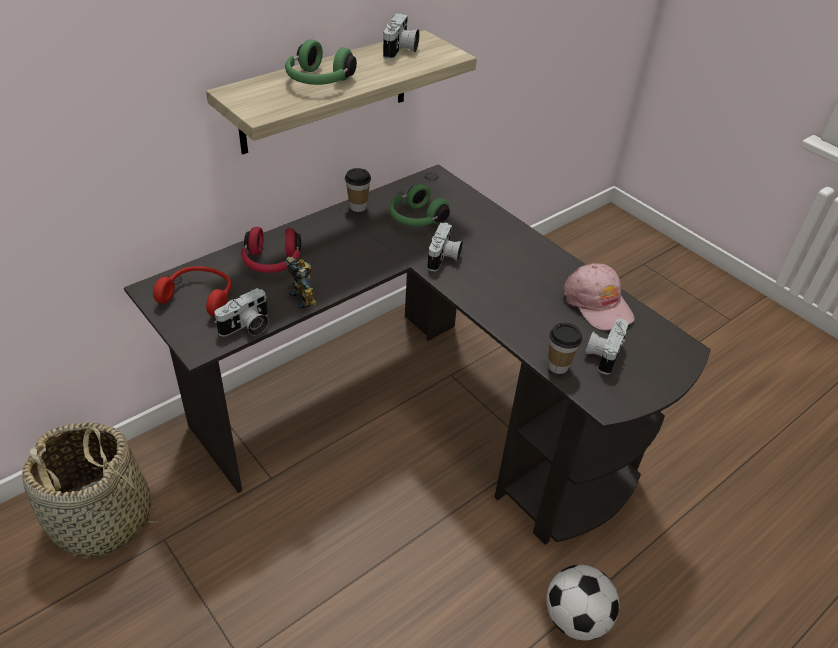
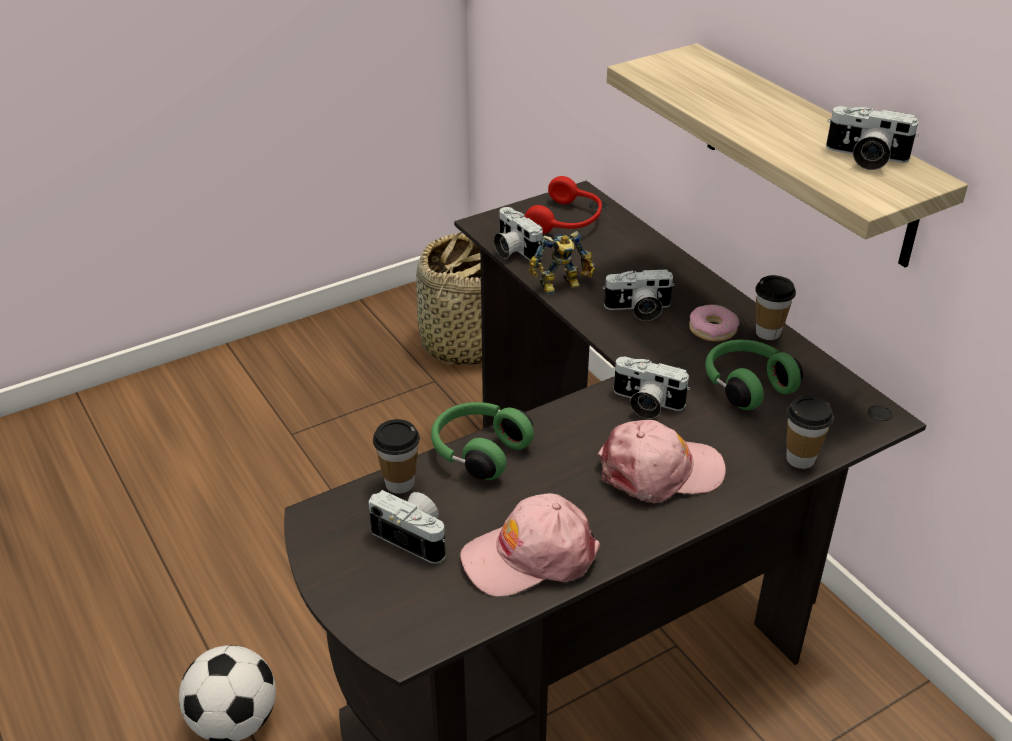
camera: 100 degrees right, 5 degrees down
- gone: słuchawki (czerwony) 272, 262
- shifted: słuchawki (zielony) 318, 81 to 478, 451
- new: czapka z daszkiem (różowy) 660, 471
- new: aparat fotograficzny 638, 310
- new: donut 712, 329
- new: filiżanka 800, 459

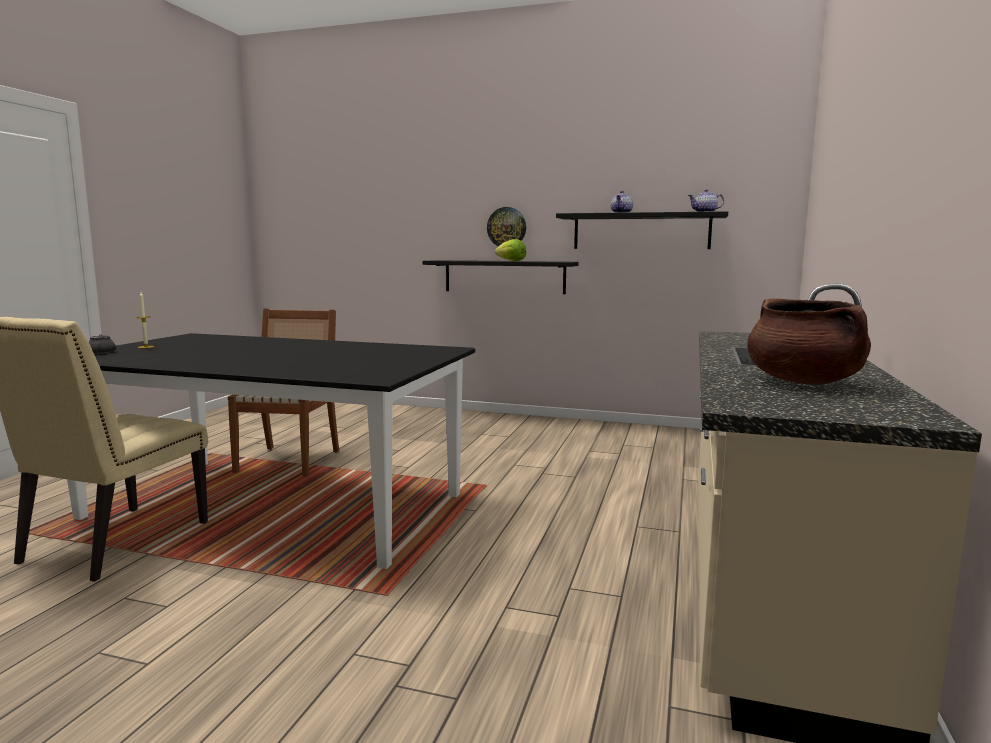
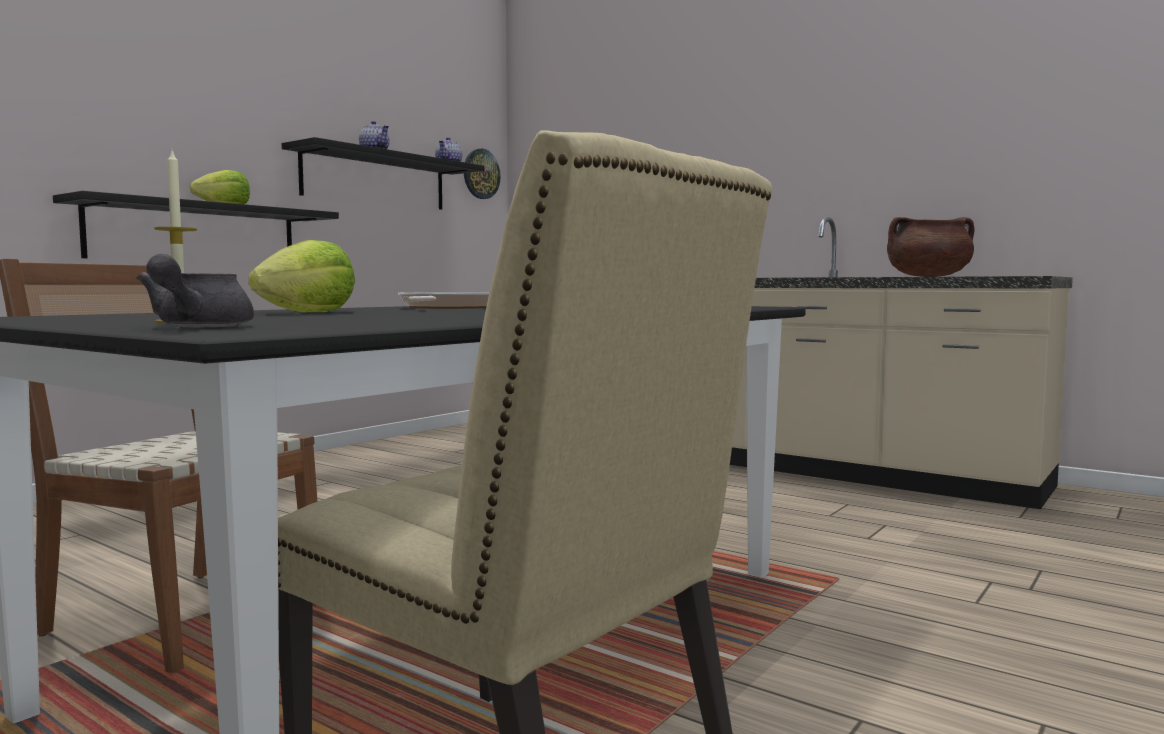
camera: 70 degrees left, 5 degrees down
- shifted: zegar ścienny 506, 227 to 481, 174
- new: sałata 308, 312
- new: patelnia 448, 307

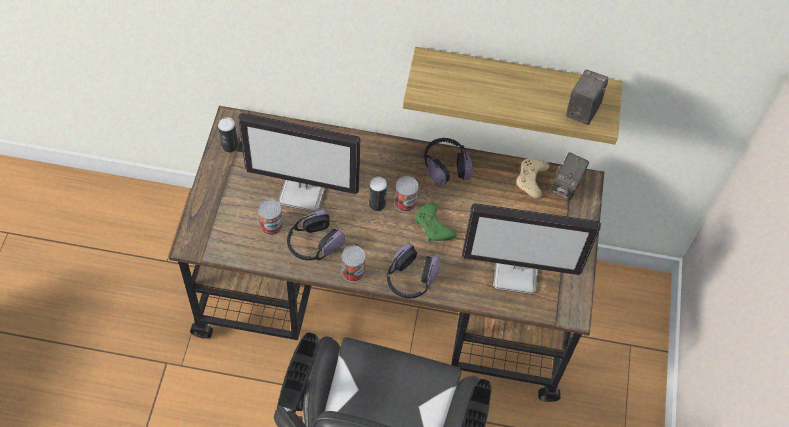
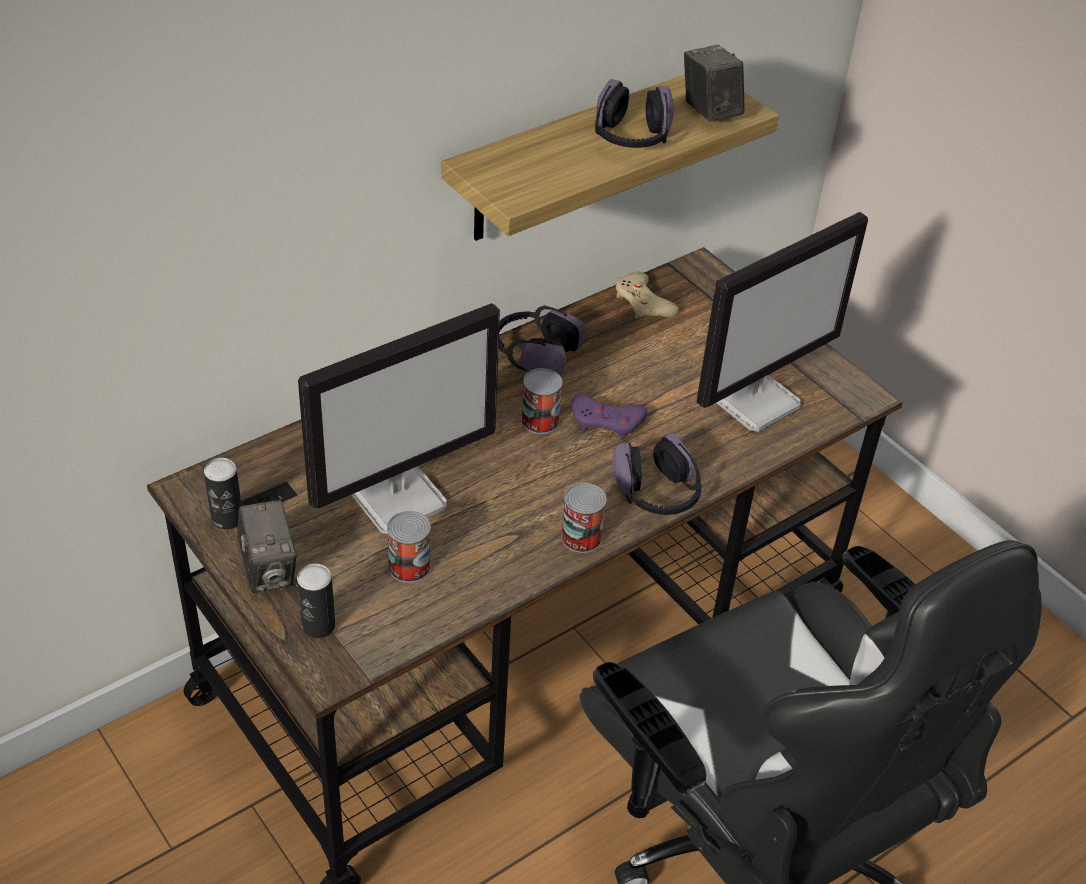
camera: 45 degrees left, 15 degrees down
- shifted: słuchawki 313, 243 to 630, 138
- shifted: puszka 377, 204 to 318, 626
- repainted: pad do gier (zielony) 434, 226 to pad do gier (fioletowy) 606, 421
- shifted: aparat fotograficzny 566, 186 to 269, 570

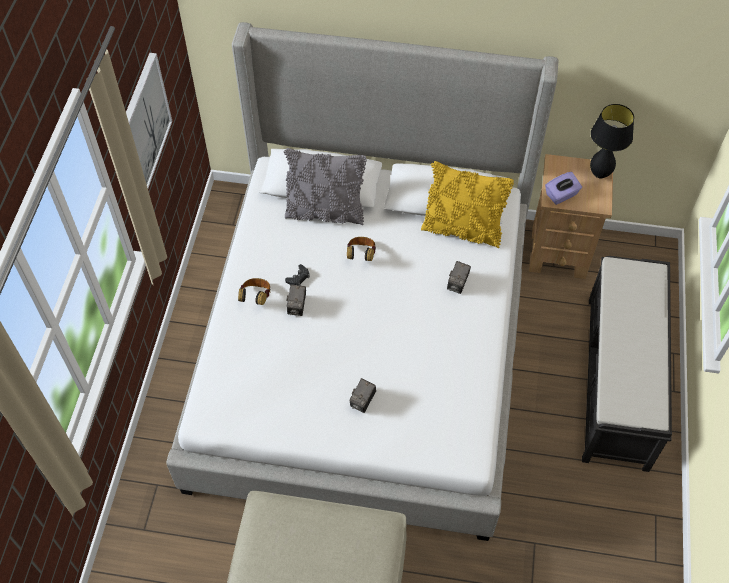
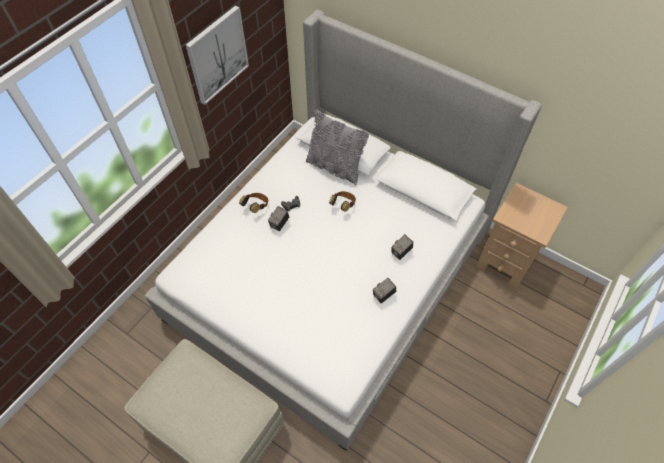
camera: 25 degrees right, 0 degrees up
- shifted: aparat fotograficzny 363, 402 to 383, 295
- gone: poduszka (żółty) 462, 230
- gone: pudełko chusteczek (fioletowy) 561, 195
- gone: ławka (czarny) 617, 382
- gone: lampa stołowa (czarny) 600, 174

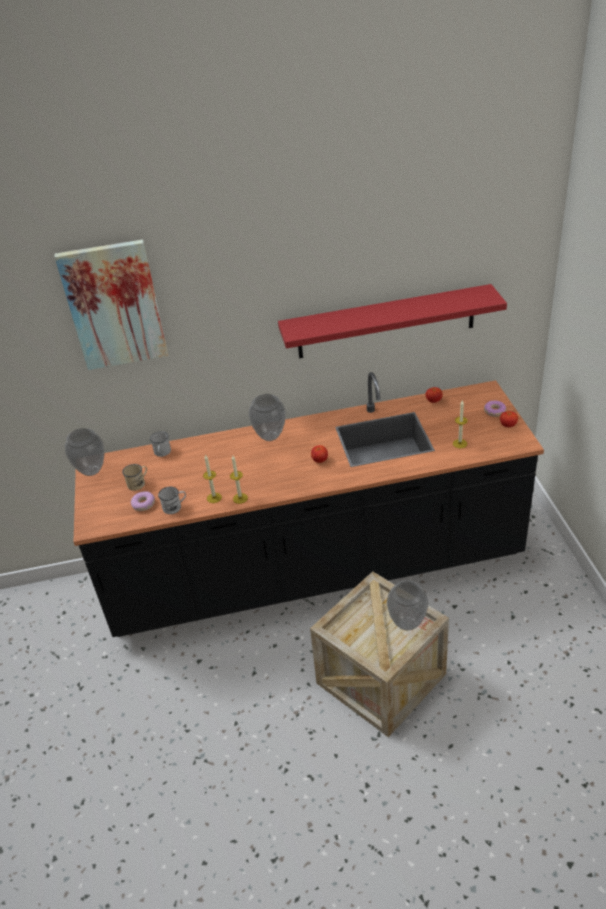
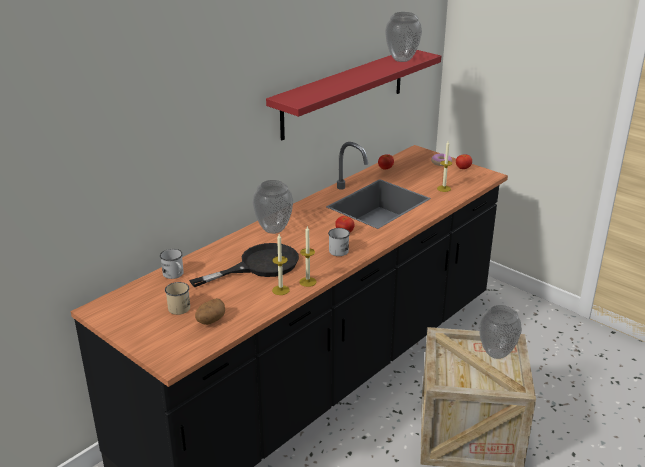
camera: 40 degrees left, 10 degrees down
- gone: obraz 114, 305
- shifted: wazon 92, 471 to 402, 59
- swapped: donut 143, 504 to ziemniak 210, 321
- shifted: kubek (biały) 175, 507 to 340, 250
- new: patelnia (czarny) 259, 266

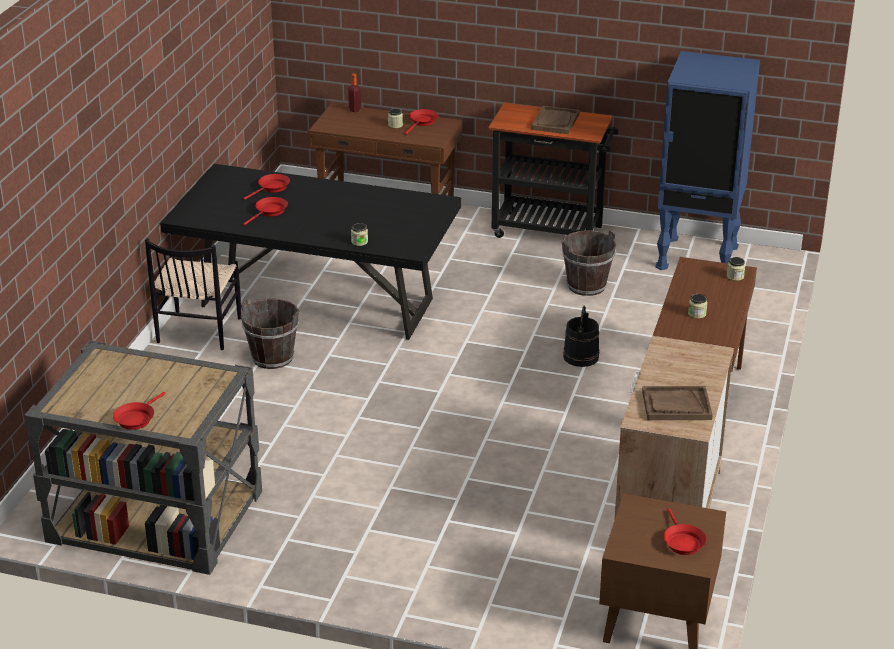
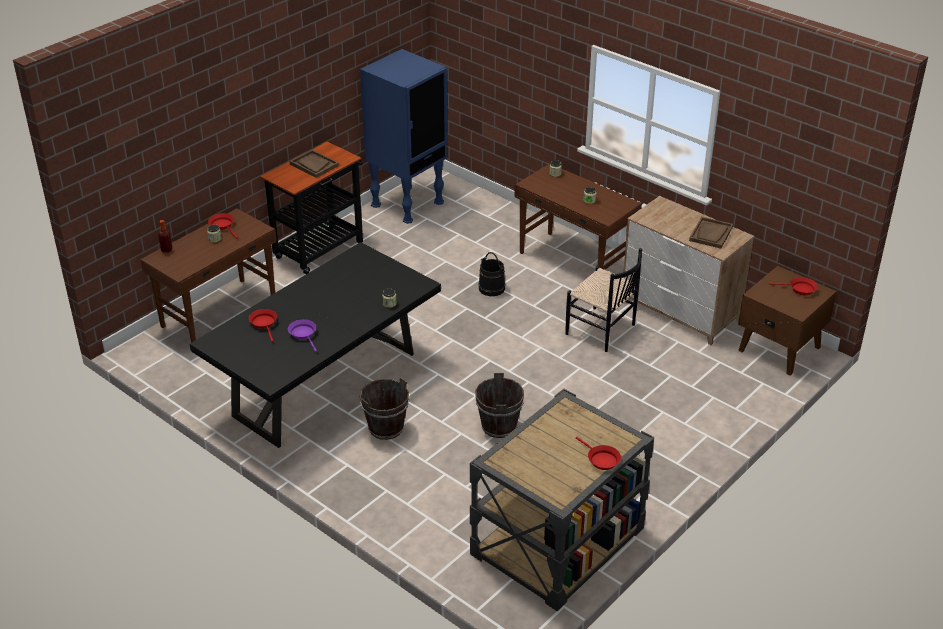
camera: 65 degrees left, 5 degrees up
- shifted: krzesło (czarny) 197, 333 to 602, 331
- repainted: patelnia (czerwony) 269, 212 to patelnia (fioletowy) 303, 334
- shifted: wiadro (brązowy) 586, 286 to 498, 426

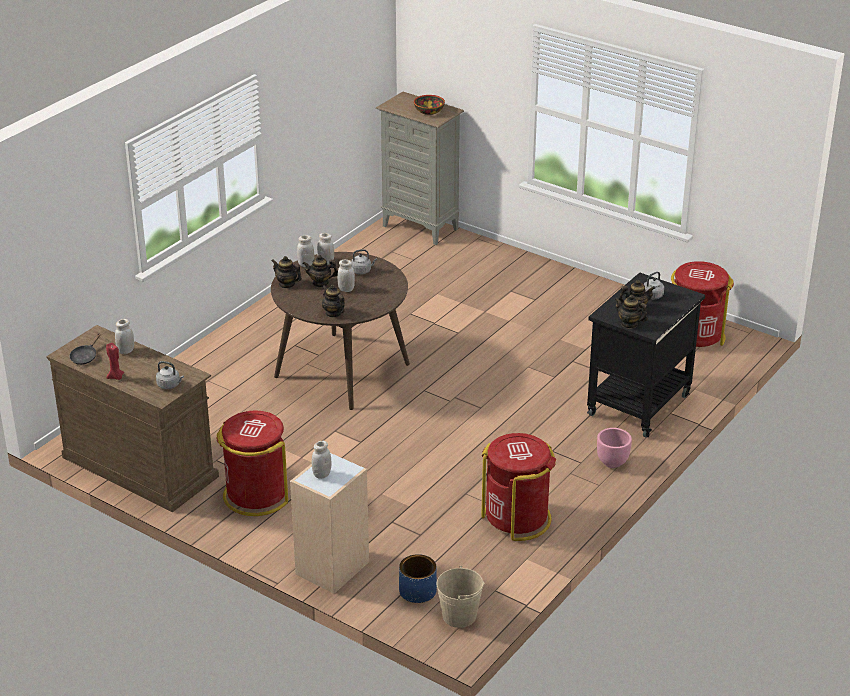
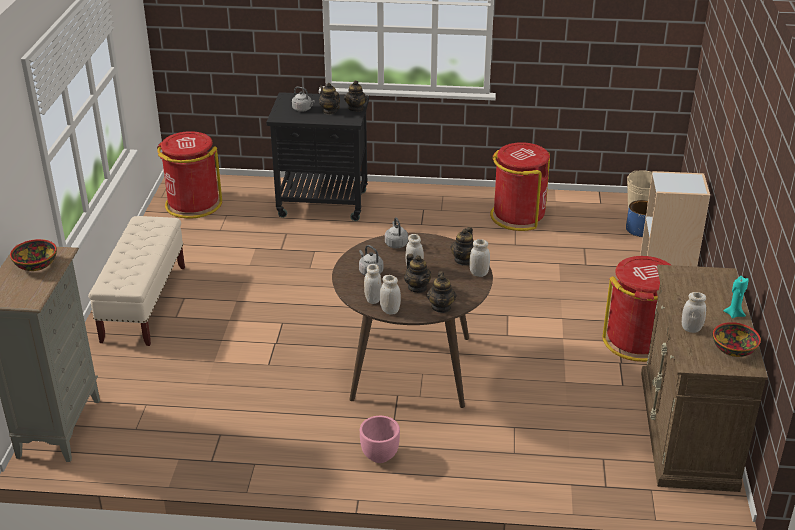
camera: 120 degrees left, 0 degrees up
- swapped: patelnia (czarny) 85, 357 to miska 734, 350
- repainted: świeca (czerwony) 116, 377 to świeca (turkusowy) 734, 314
- shifted: czajnik (szary) 170, 385 to 396, 243
- shifted: słoik (biały) 321, 474 to 479, 273
- shifted: donica (różowy) 612, 462 to 379, 456
- new: ławka (beżowy) 144, 304

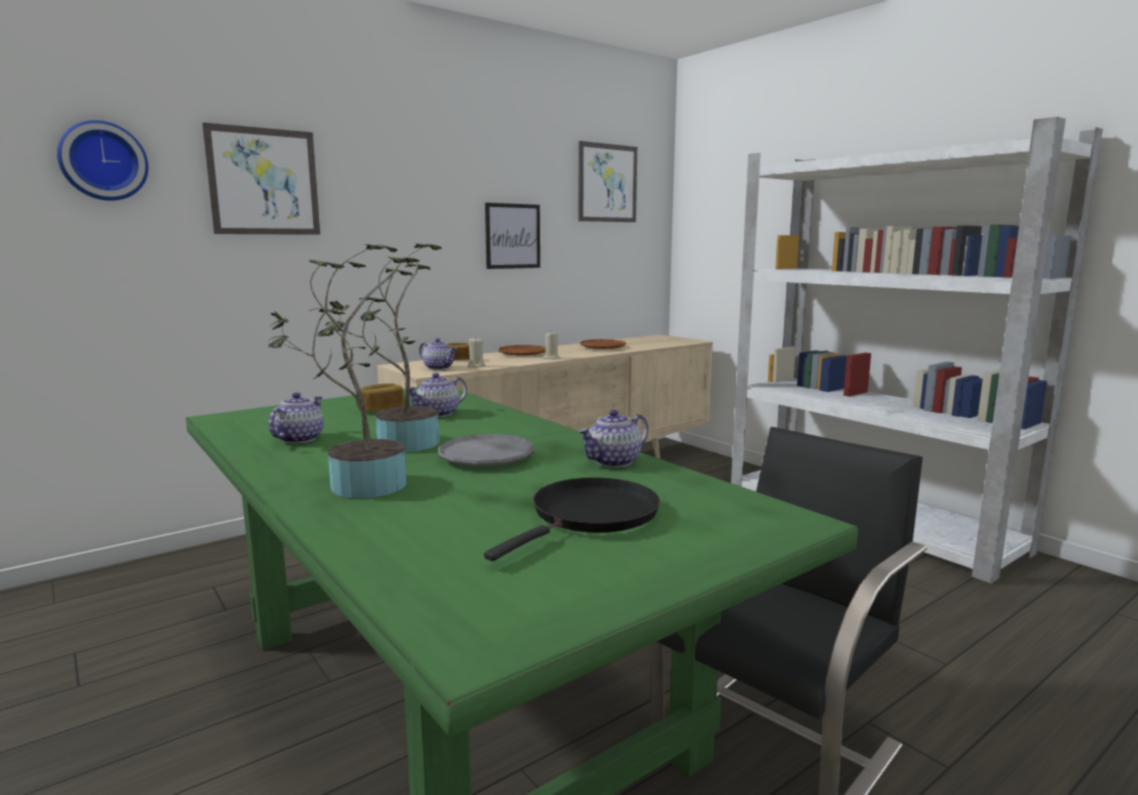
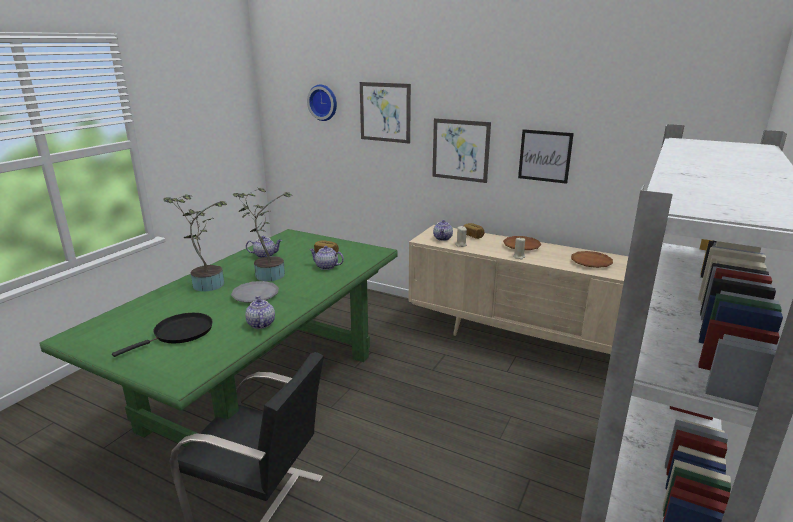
camera: 65 degrees right, 10 degrees up
- rotated: patelnia (czarny) 590, 516 = 180, 333 60 degrees counterclockwise
- shifted: obraz 607, 183 to 460, 150
- rotated: imbryk 614, 462 = 260, 324 45 degrees clockwise

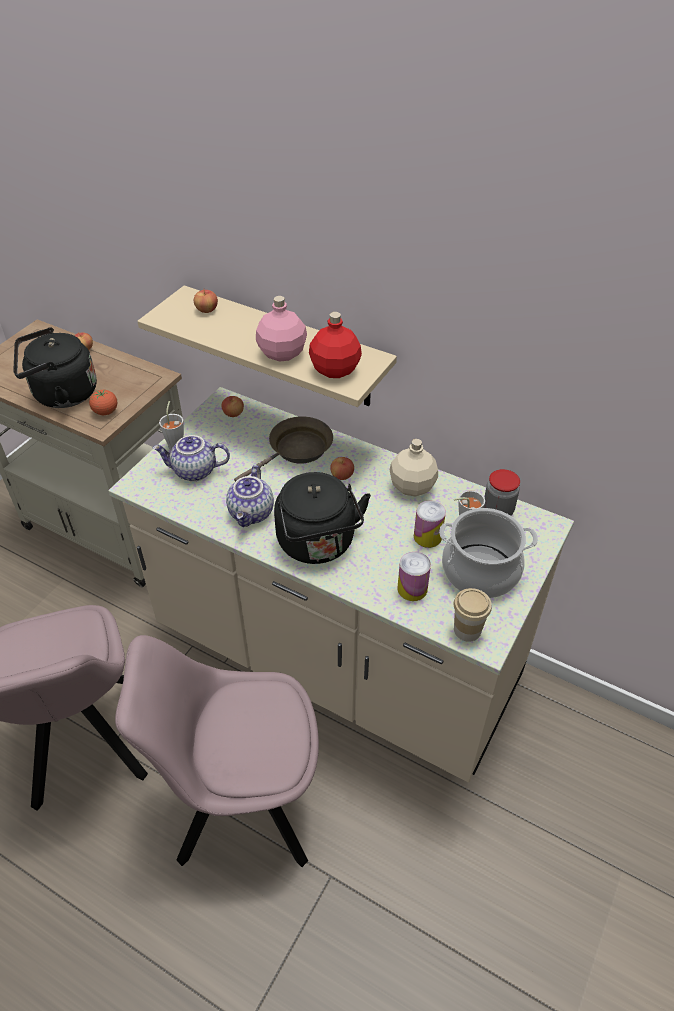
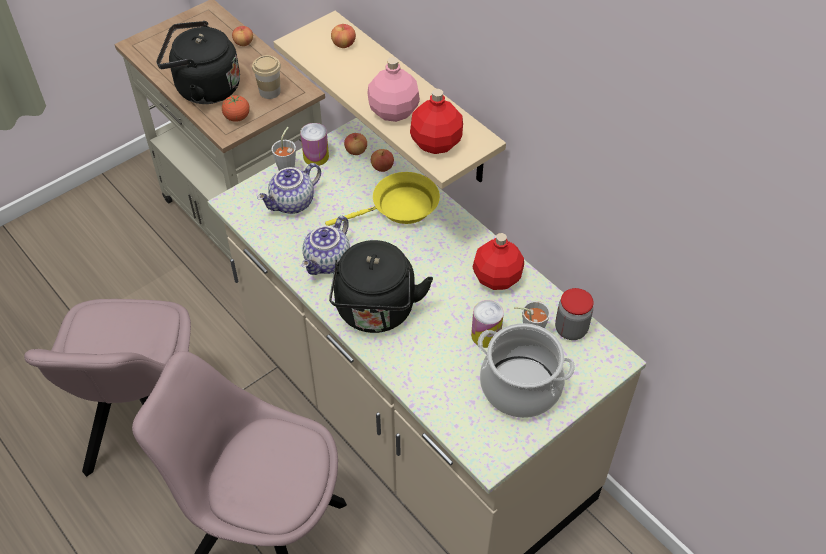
camera: 20 degrees right, 5 degrees up
- rotated: imbryk 194, 472 = 292, 204 60 degrees counterclockwise
- repainted: patelnia (brązowy) 296, 450 to patelnia (żółty) 399, 208
- shifted: jabłko 342, 476 to 382, 167
- repainted: butelka (beżowy) 413, 486 to butelka (czerwony) 497, 278
- shifted: puszka 412, 589 to 316, 156
- shifted: filiżanka 467, 630 to 270, 91

